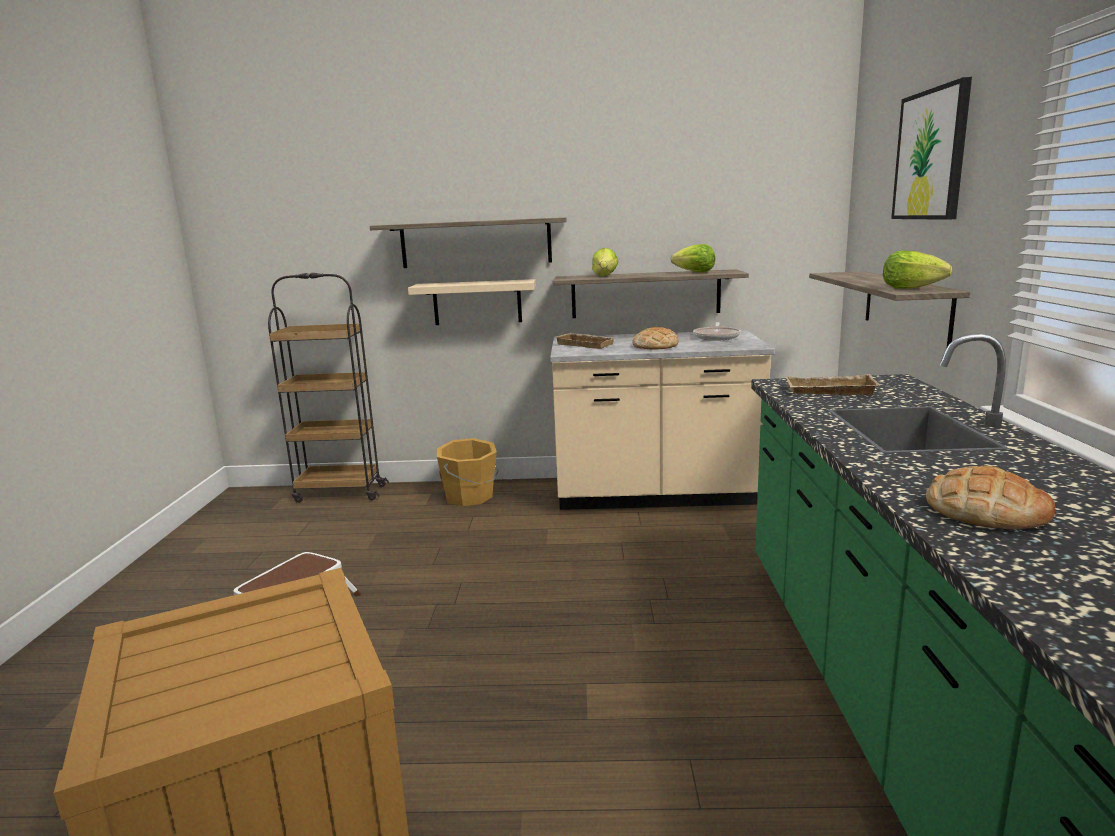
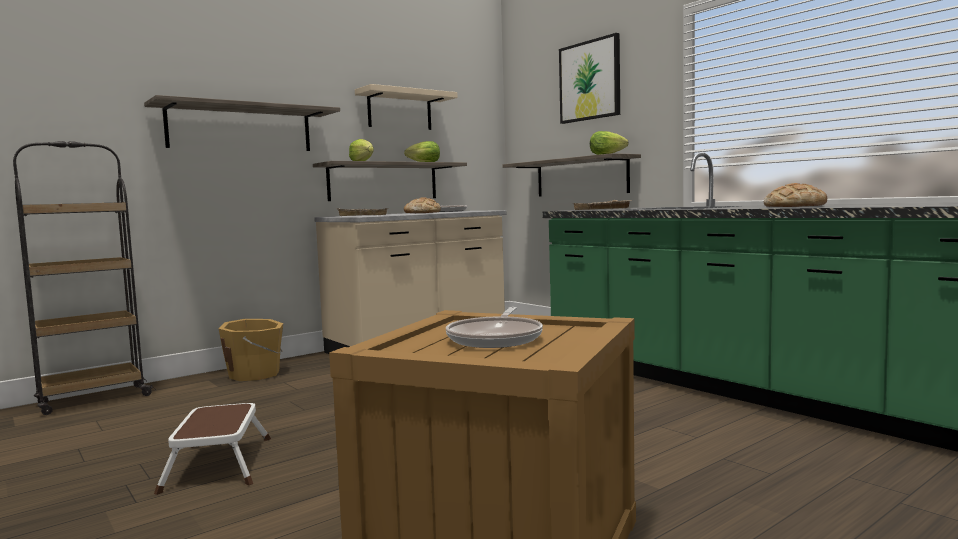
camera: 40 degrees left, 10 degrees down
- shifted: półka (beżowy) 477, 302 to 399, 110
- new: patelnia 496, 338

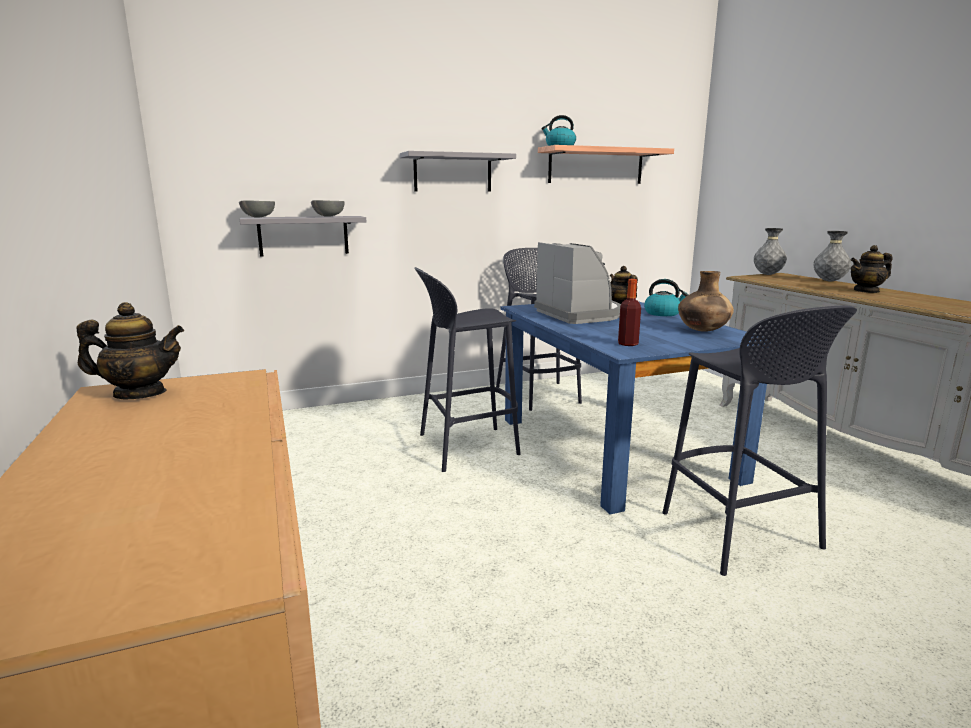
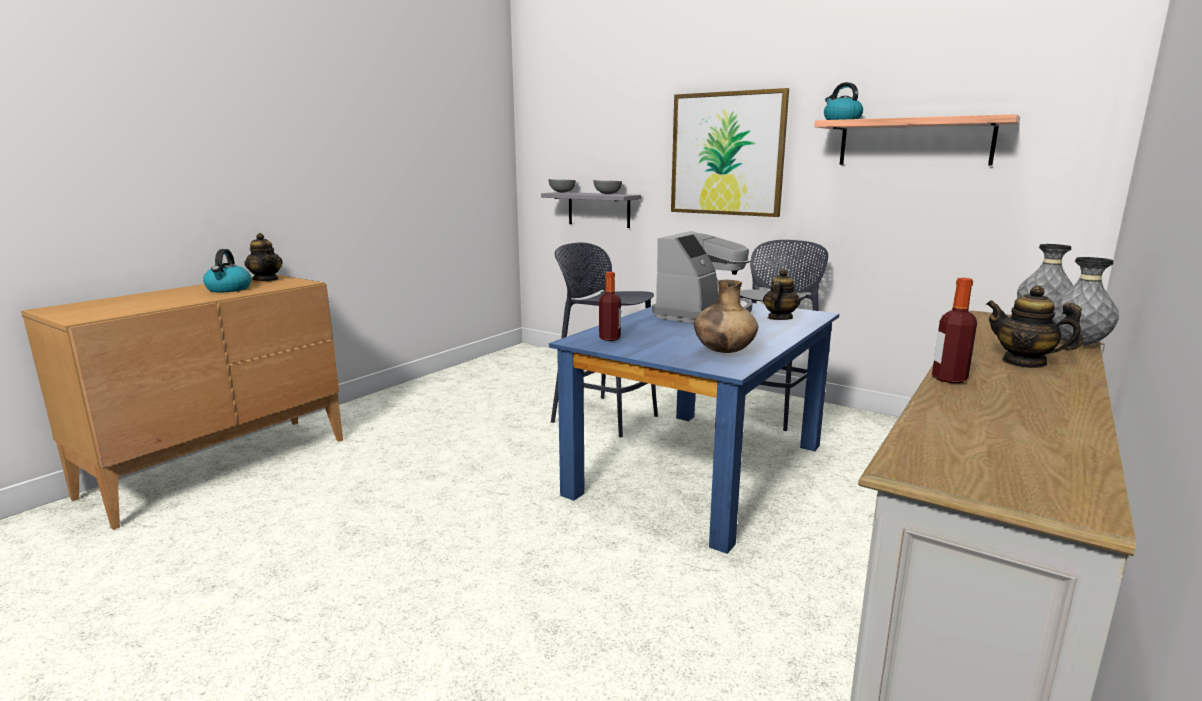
camera: 55 degrees right, 0 degrees up
- swapped: półka (szary) 453, 173 to obraz 727, 154
- shifted: czajnik 663, 313 to 229, 289
- gone: stołek (szary) 736, 534
- new: butelka 949, 379

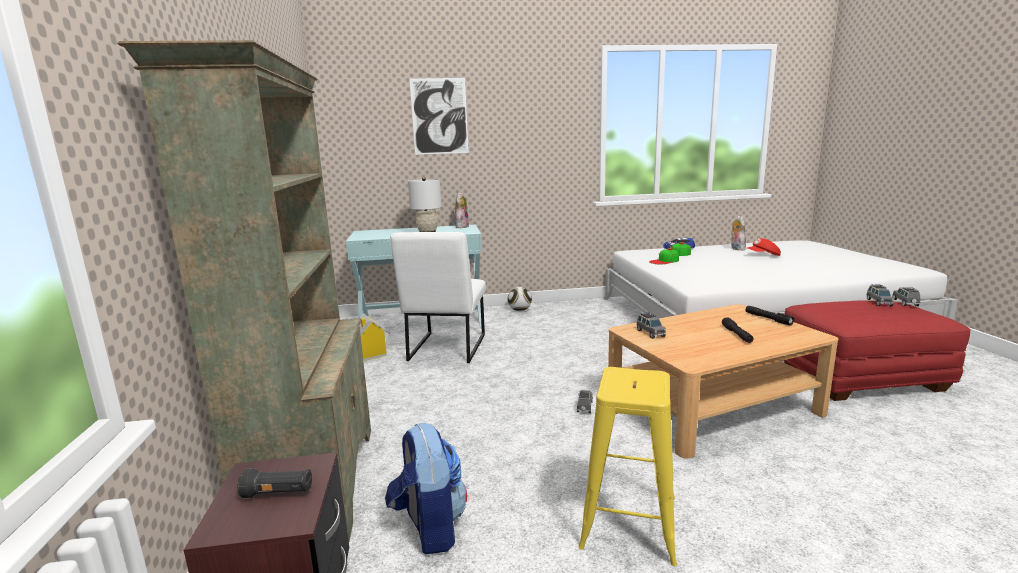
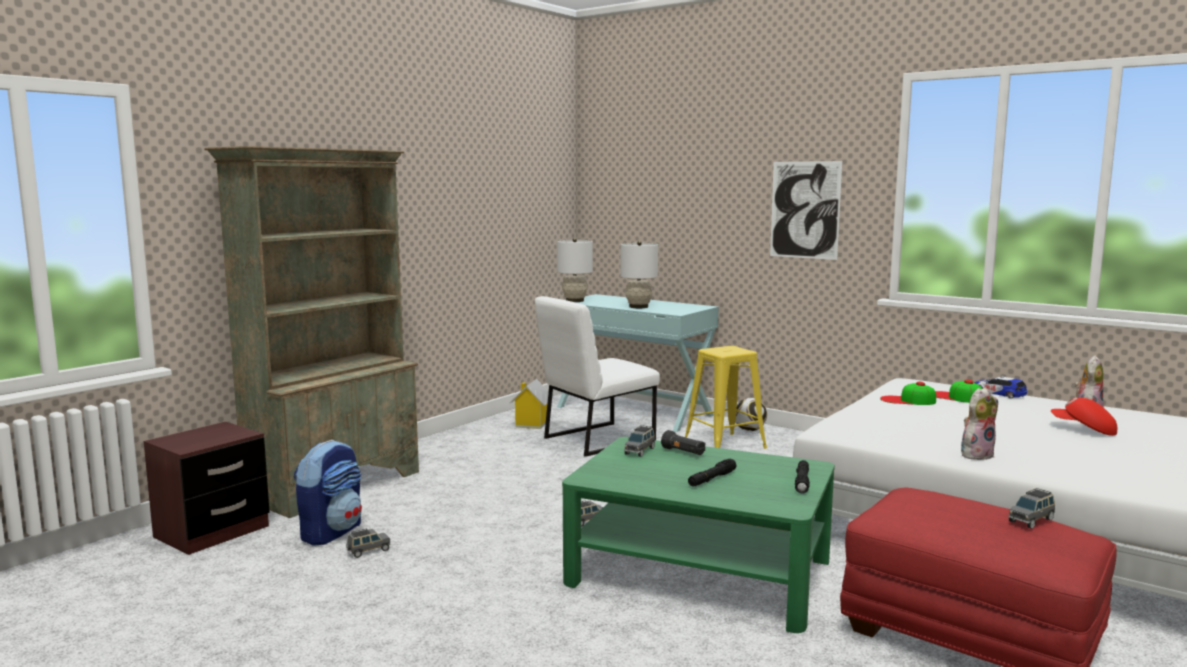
camera: 45 degrees right, 5 degrees down
- shifted: latarka (czarny) 278, 493 to 683, 452
- shifted: obraz 439, 116 to 805, 210
- shifted: pluszak 461, 227 to 976, 454
- shifted: stołek (żółty) 629, 521 to 724, 445
- repainted: ława (beżowy) 712, 406 to ława (zielony) 700, 571
- shifted: samochodzik (szary) 905, 303 to 368, 551
- new: lampa stołowa (biały) 574, 301

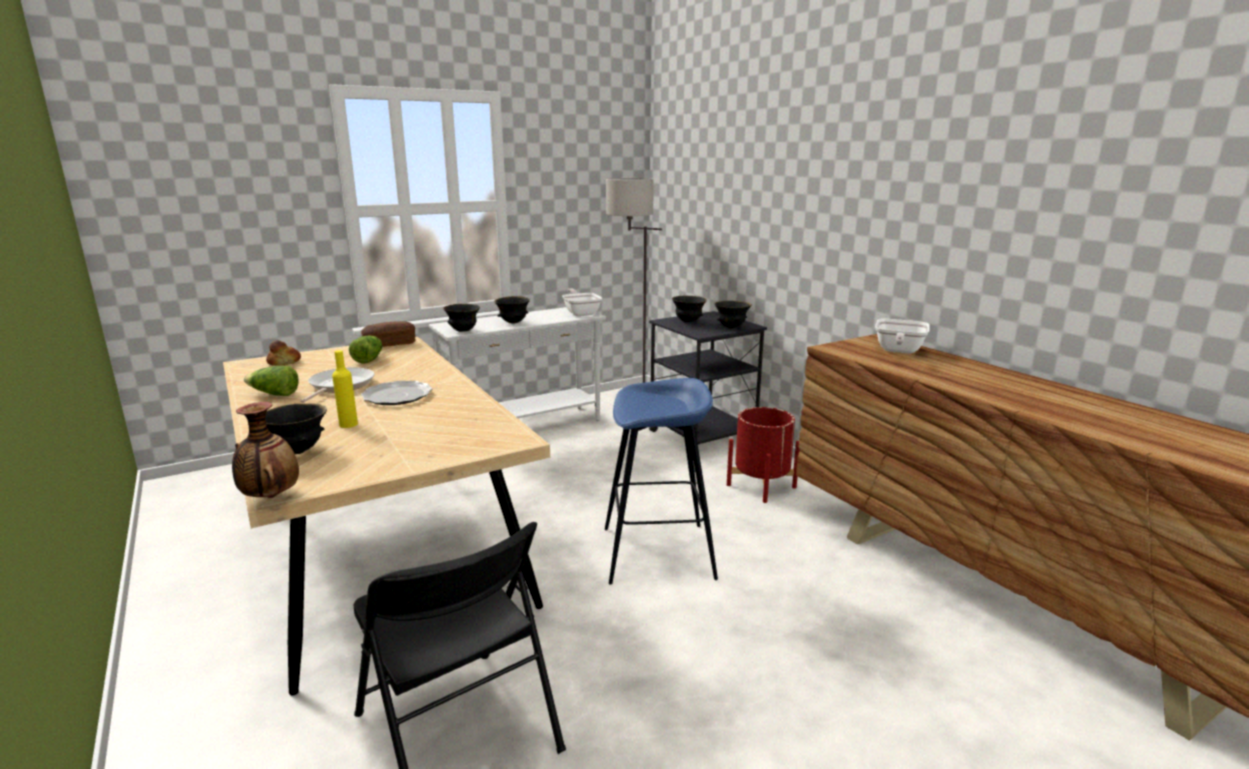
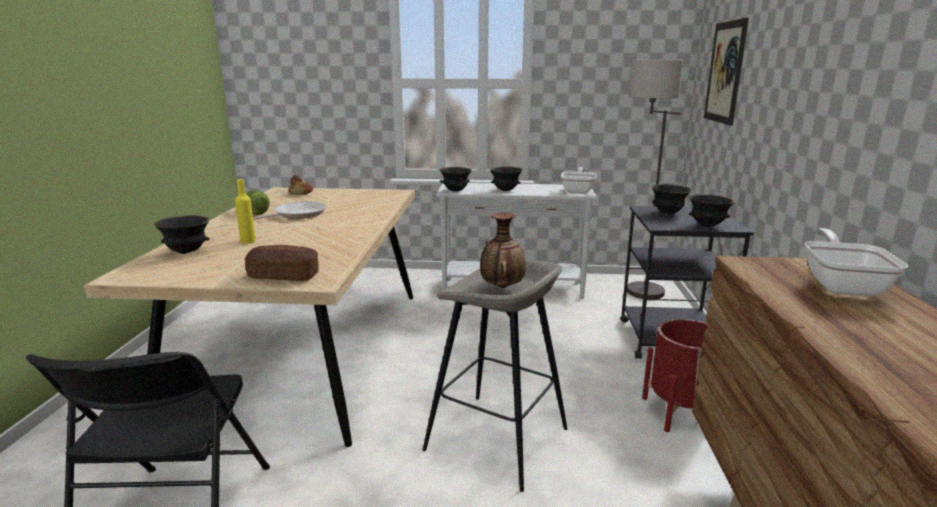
camera: 35 degrees right, 0 degrees up
- shifted: wazon 270, 497 to 501, 287
- gone: sałata 368, 359
- shifted: chleb 390, 344 to 283, 276
- gone: talerz 397, 396
- repainted: stołek (niebieski) 658, 553 to stołek (szary) 497, 439
- rotated: patelnia 898, 351 = 842, 285 135 degrees clockwise
- new: obraz 725, 72

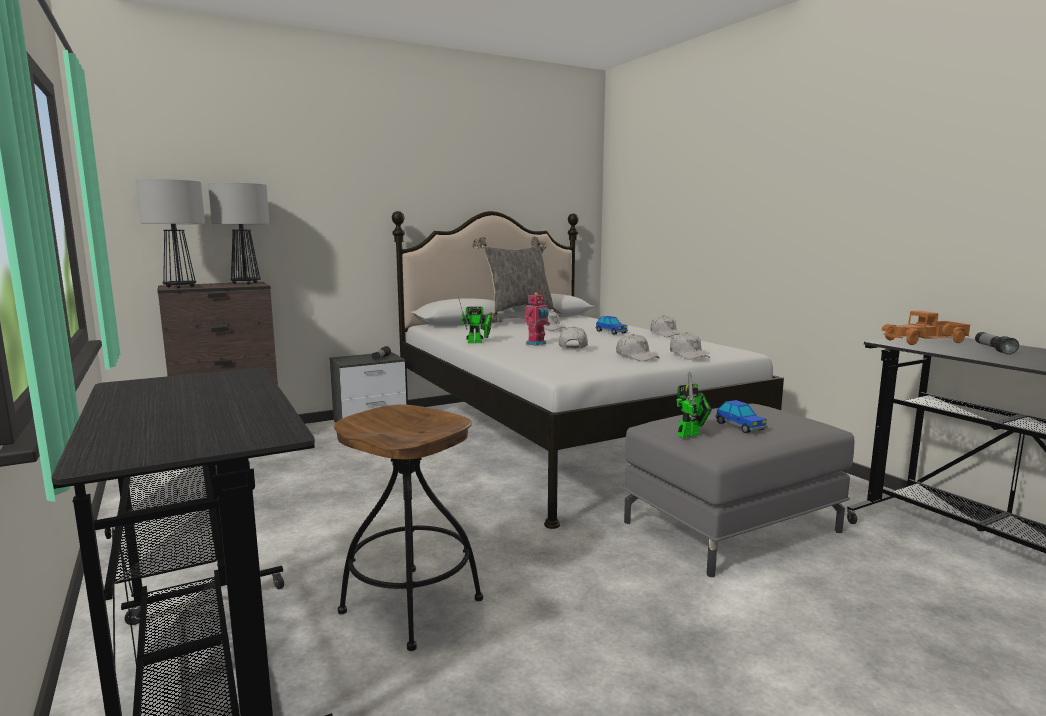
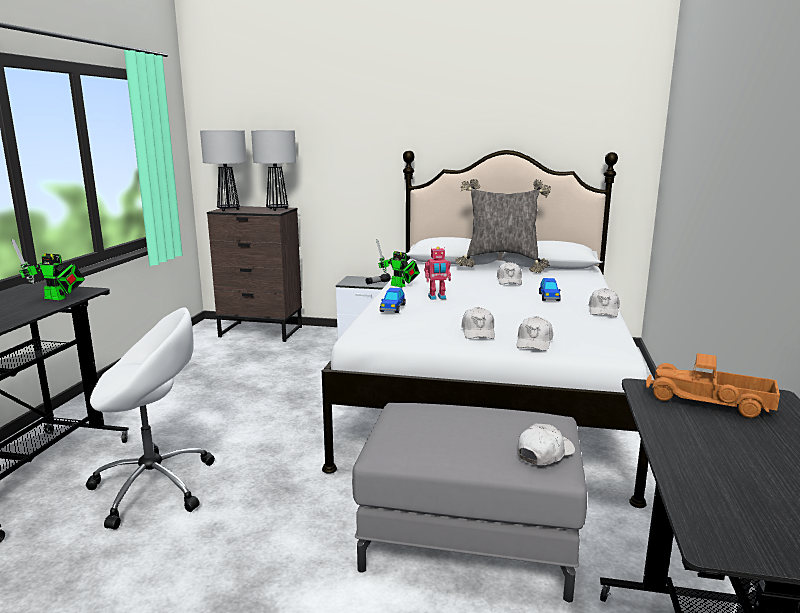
camera: 40 degrees right, 5 degrees up
- swapped: stołek (brązowy) 412, 605 to krzesło biurowe (biały) 156, 486
- shifted: czapka z daszkiem (biały) 573, 346 to 544, 453
- shifted: robot zabawkowy 691, 434 to 58, 298
- shifted: samochodzik 740, 427 to 392, 308
- gone: latarka 993, 349

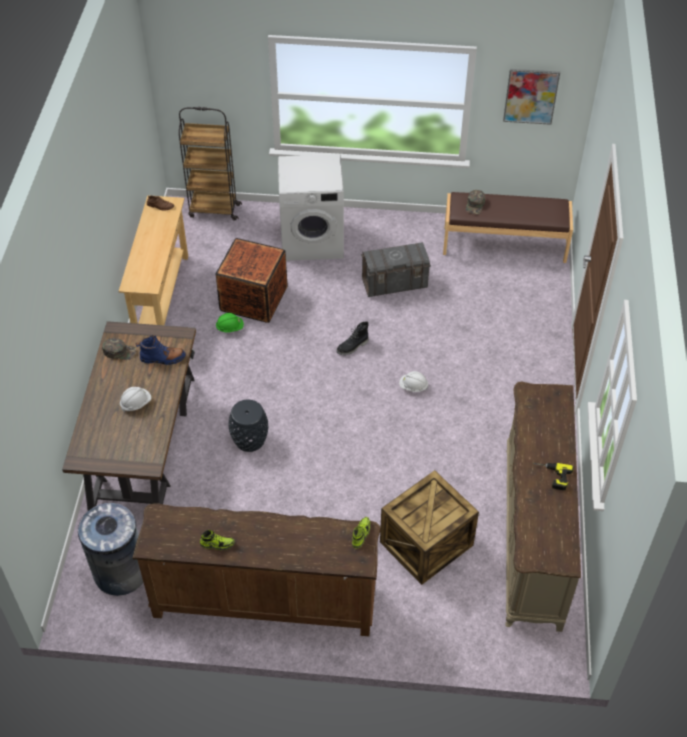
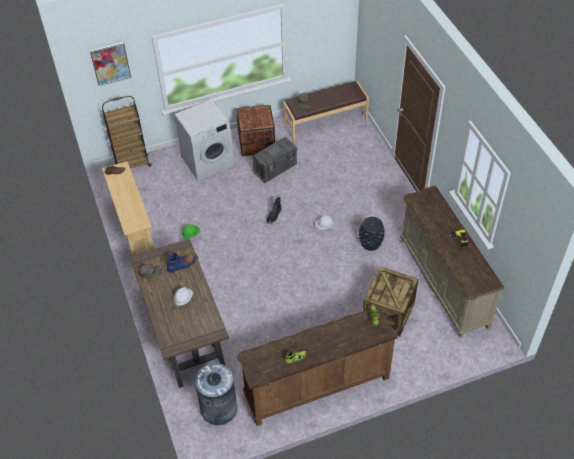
camera: 25 degrees left, 0 degrees up
- shifted: skrzynka 253, 298 to 256, 142
- shifted: stołek (czarny) 250, 440 to 370, 243
- shifted: obraz 531, 96 to 110, 63

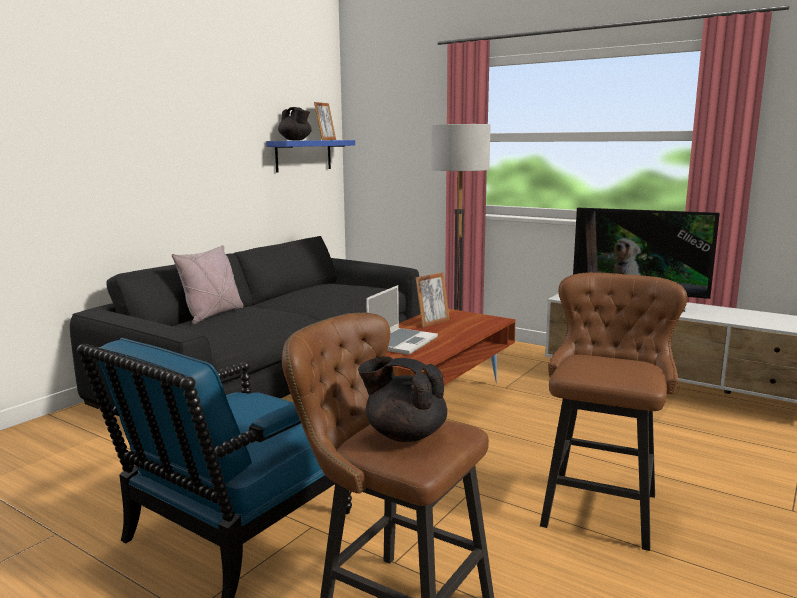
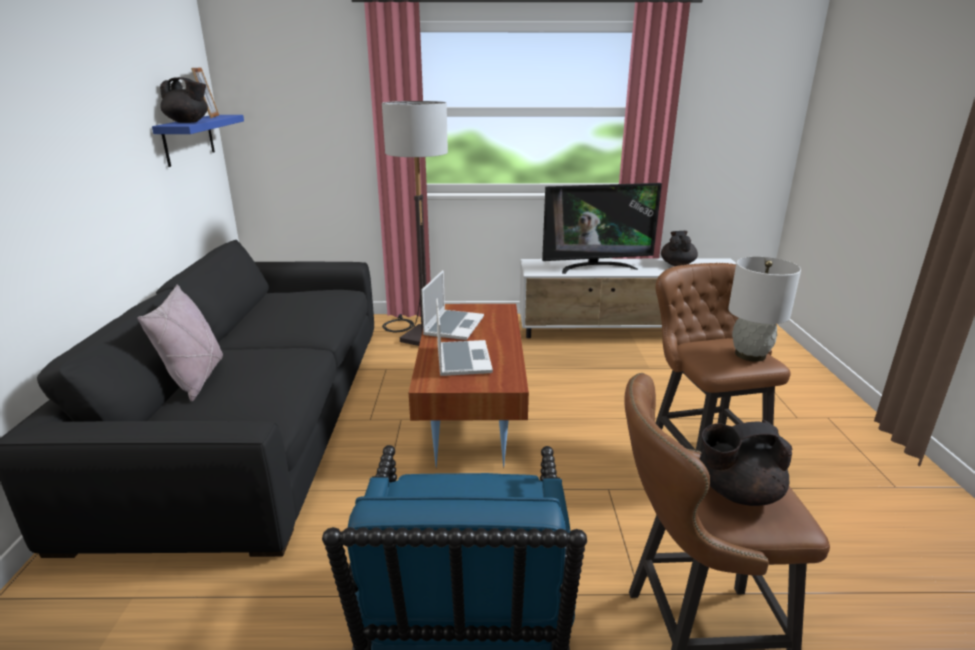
camera: 35 degrees left, 10 degrees up
- swapped: ramka na zdjęcie 432, 322 to laptop 453, 326
- new: imbryk (czarny) 677, 264
- new: lampa stołowa (biały) 750, 355

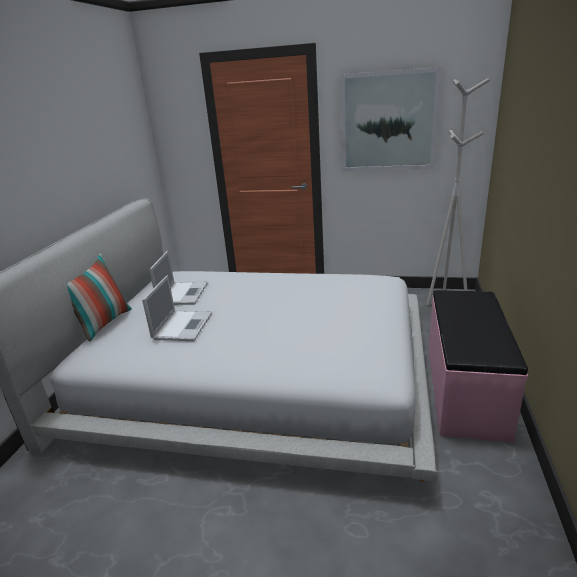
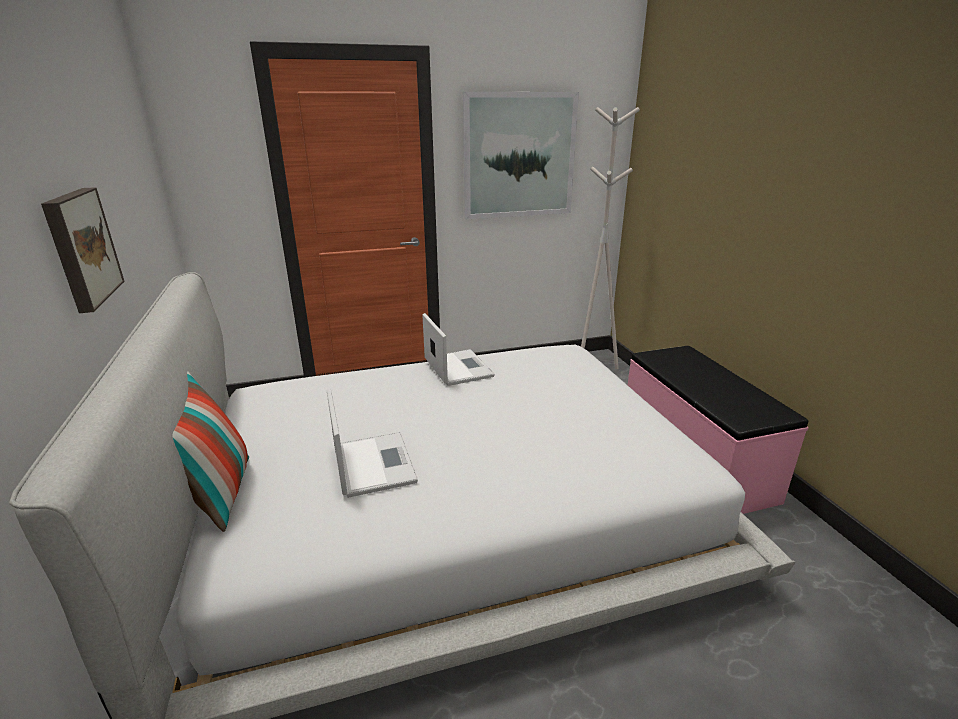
camera: 30 degrees left, 0 degrees up
- shifted: laptop 183, 293 to 457, 367
- new: obraz 80, 248

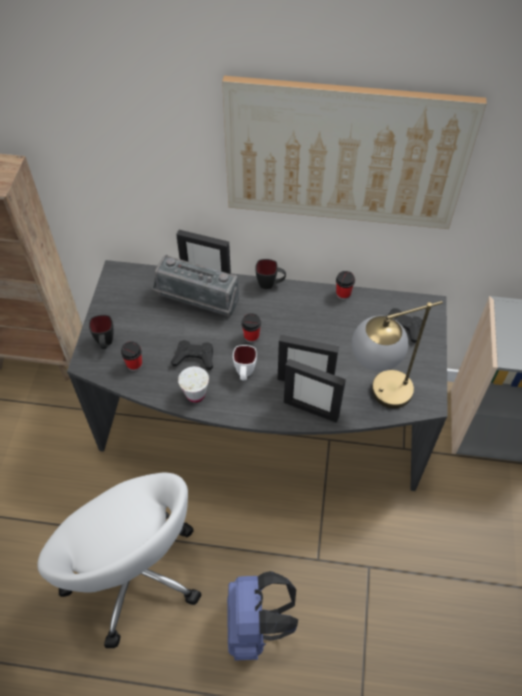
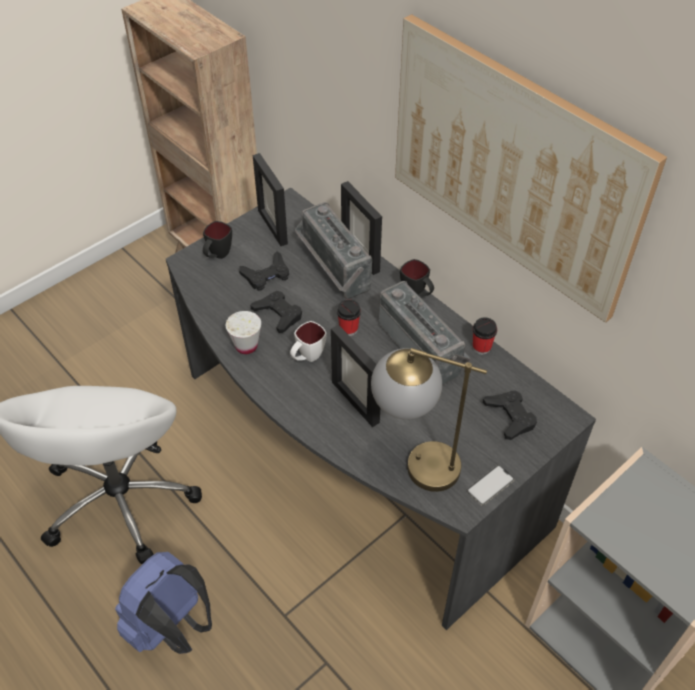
camera: 40 degrees right, 5 degrees down
- gone: filiżanka 134, 364
- shifted: ramka na zdjęcie 311, 408 to 273, 226
- new: pad do gier (czarny) 266, 275
- new: radio 423, 347
- new: telefon 490, 485

